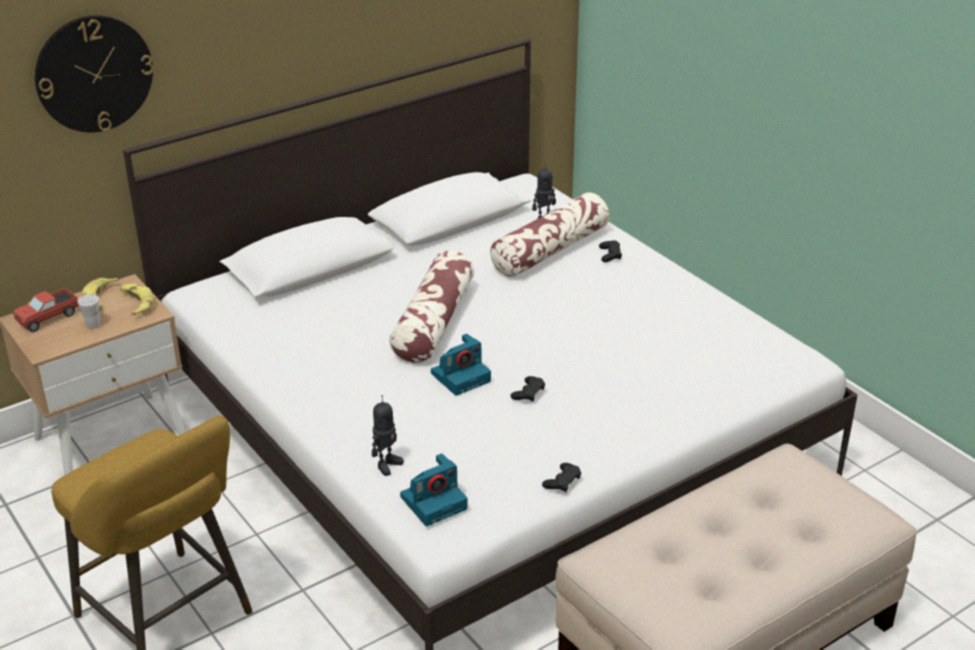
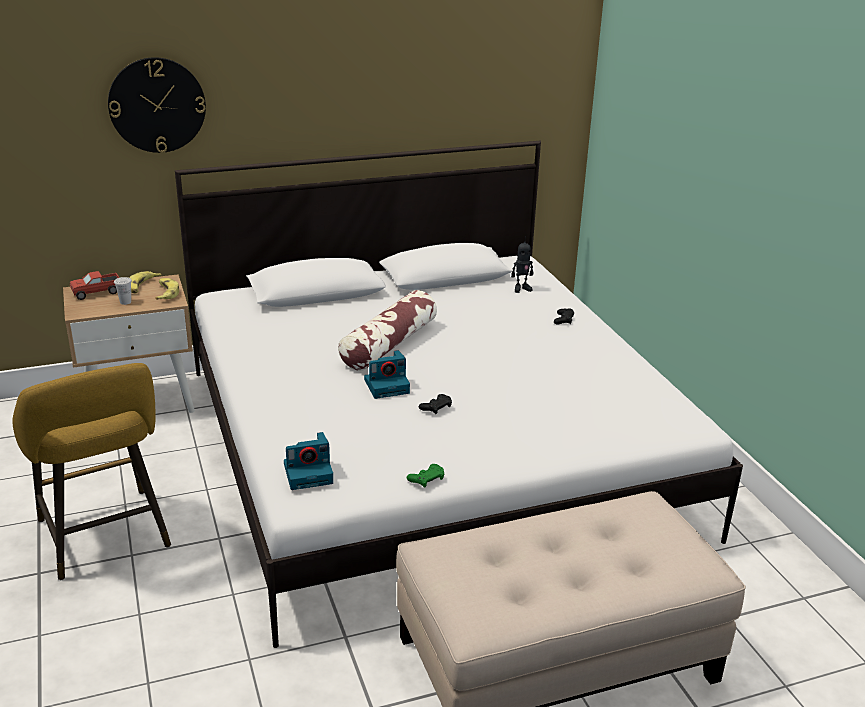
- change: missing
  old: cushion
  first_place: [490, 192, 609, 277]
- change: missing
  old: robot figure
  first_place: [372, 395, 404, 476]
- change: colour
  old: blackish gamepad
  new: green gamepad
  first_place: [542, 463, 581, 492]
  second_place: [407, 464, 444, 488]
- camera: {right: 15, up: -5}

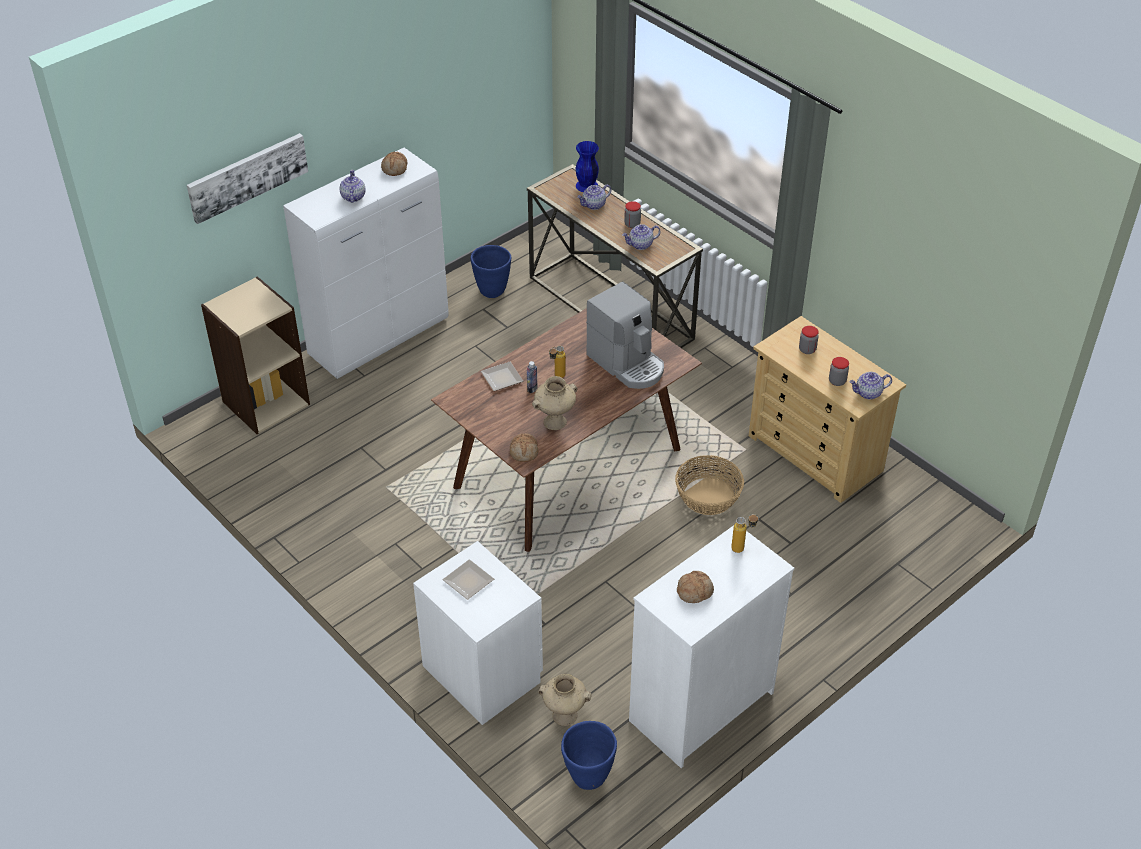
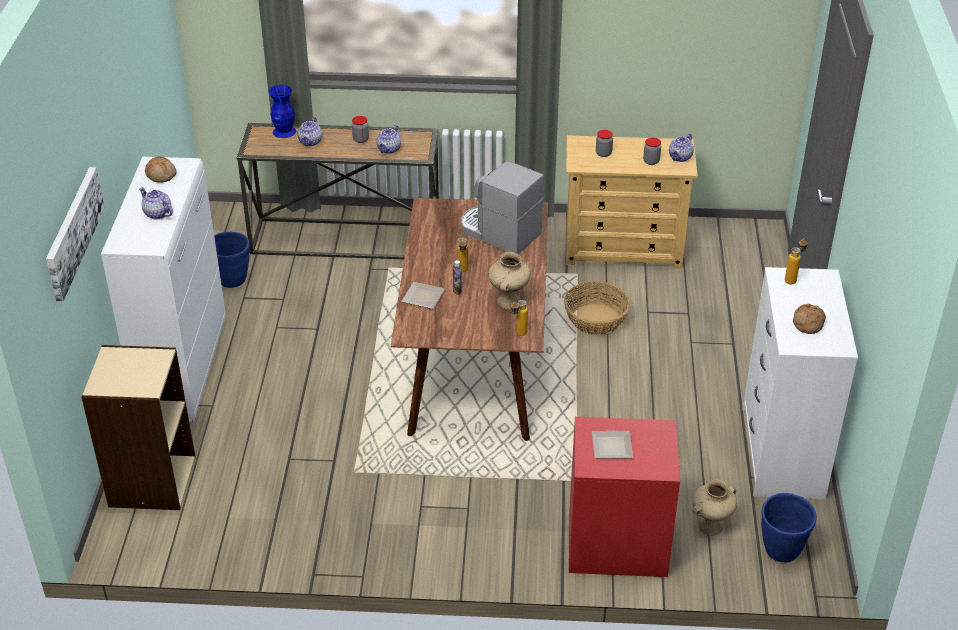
- change: spun
  old: coffee machine
  first_place: [586, 282, 664, 389]
  second_place: [461, 161, 544, 254]
  degrees: -150
- change: exchanged
  old: baked bread
  new: drink bottle
  first_place: [510, 433, 538, 462]
  second_place: [511, 300, 528, 336]
- change: colour
  old: white-coloured bedside table
  new: red-coloured bedside table
  first_place: [413, 541, 543, 725]
  second_place: [569, 417, 680, 577]
- camera: {right: -45, up: -5}

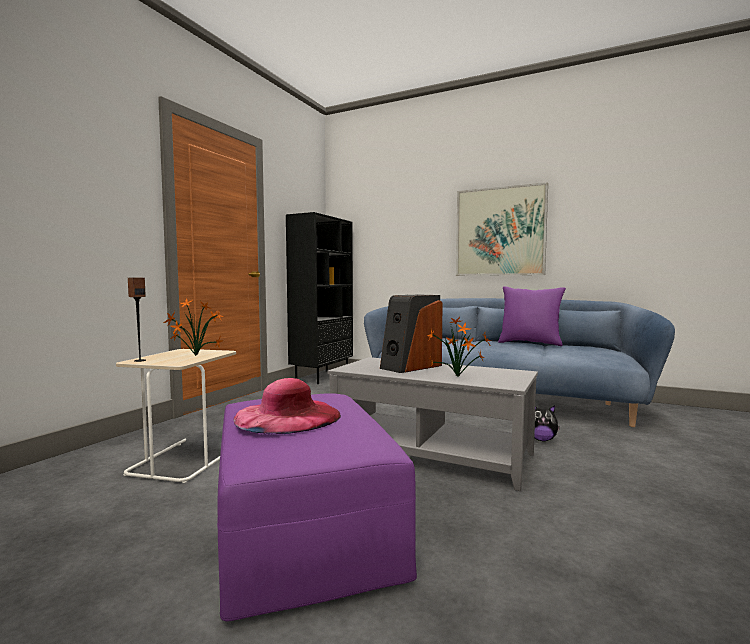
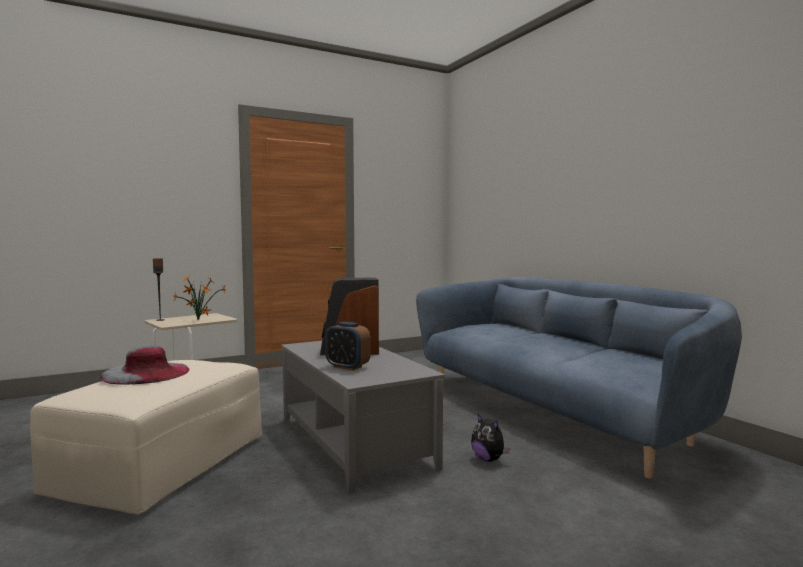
- change: missing
  old: picture
  first_place: [456, 182, 548, 276]
- change: missing
  old: blackish shelving unit
  first_place: [286, 212, 353, 384]
- change: missing
  old: purple cushion
  first_place: [498, 286, 566, 346]
- change: exchanged
  old: houseplant
  new: bedside clock
  first_place: [427, 317, 491, 376]
  second_place: [325, 322, 371, 370]
- change: colour
  old: pink hat
  new: gray hat
  first_place: [233, 378, 341, 434]
  second_place: [100, 344, 189, 384]
- change: colour
  old: purple ottoman
  new: sand-coloured ottoman
  first_place: [217, 393, 417, 621]
  second_place: [30, 360, 262, 514]
- camera: {right: 35, up: 0}

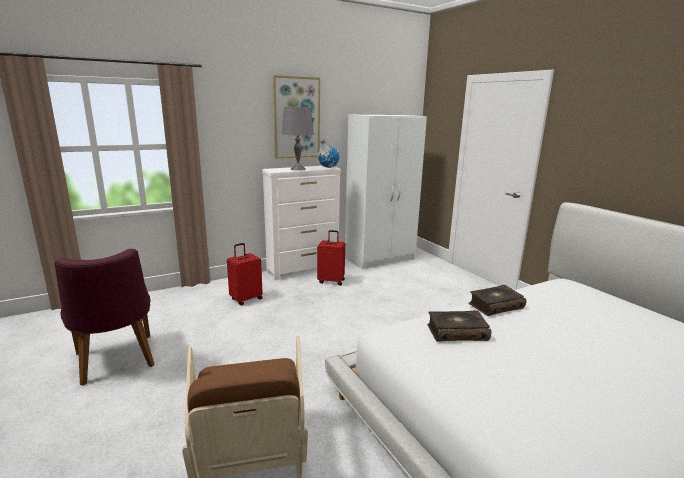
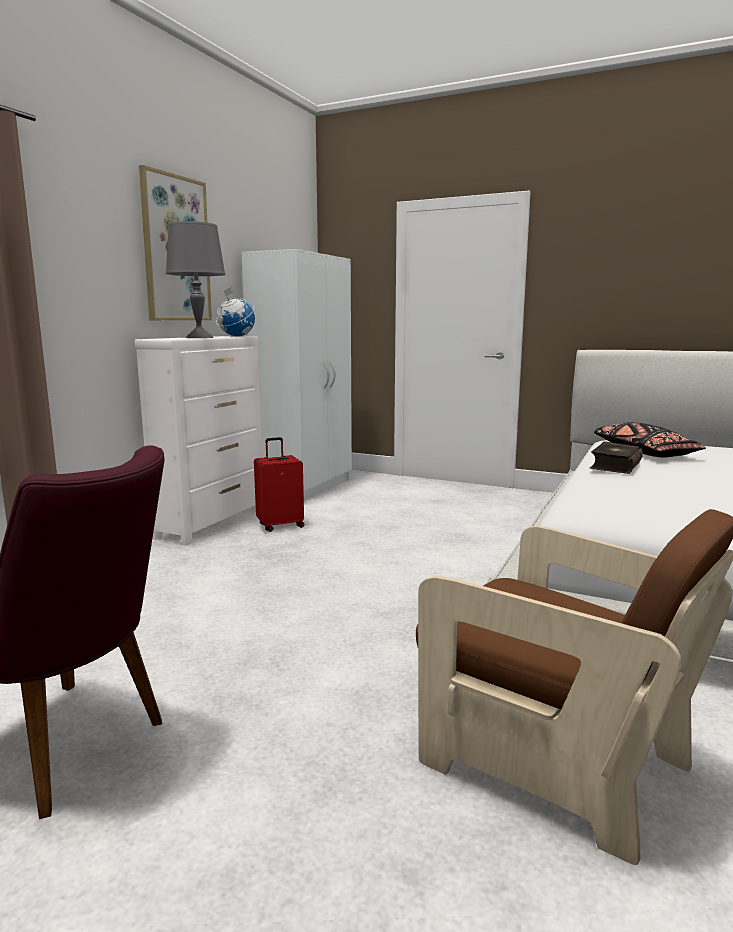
- change: missing
  old: red-coloured suitcase
  first_place: [227, 243, 263, 305]
- change: missing
  old: bound book
  first_place: [427, 310, 491, 342]
- change: appeared
  new: blackish cushion
  second_place: [594, 422, 706, 458]
- camera: {right: -35, up: -5}

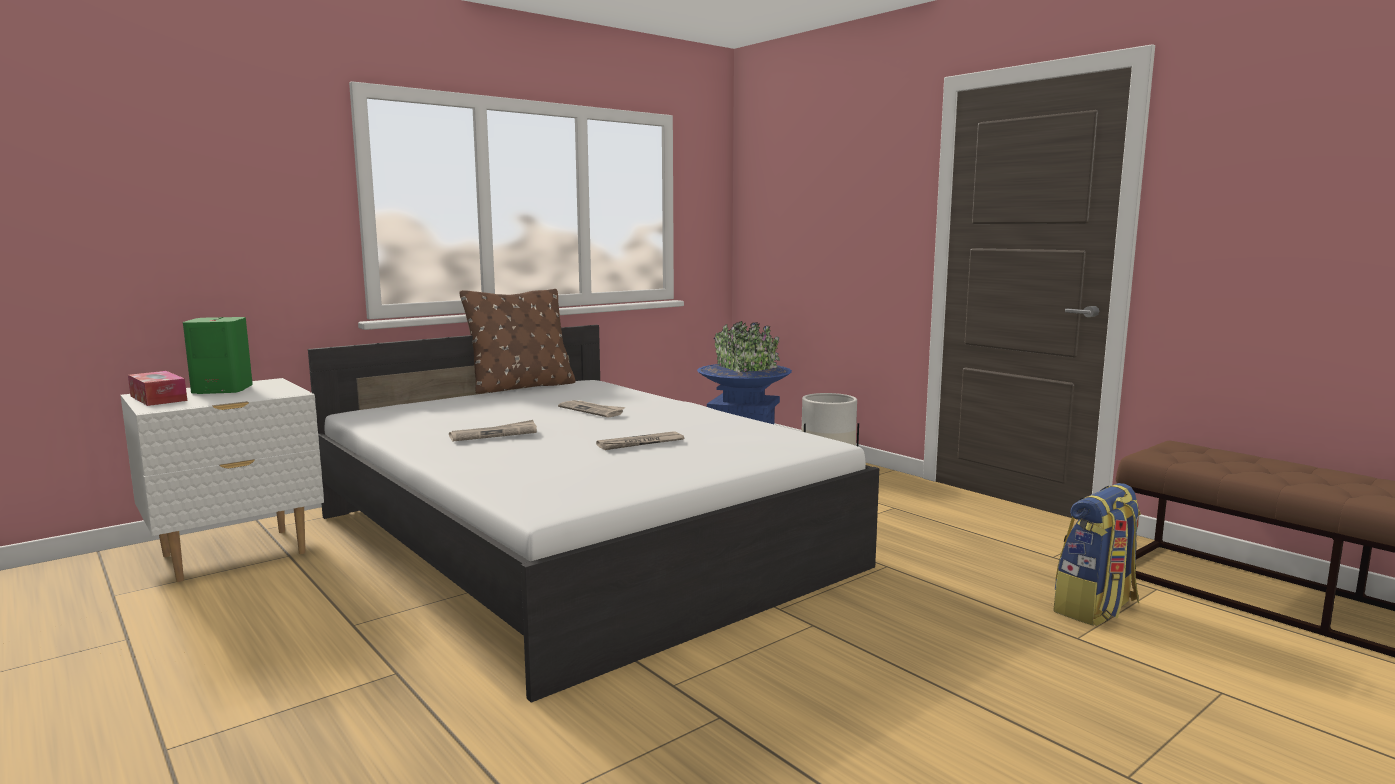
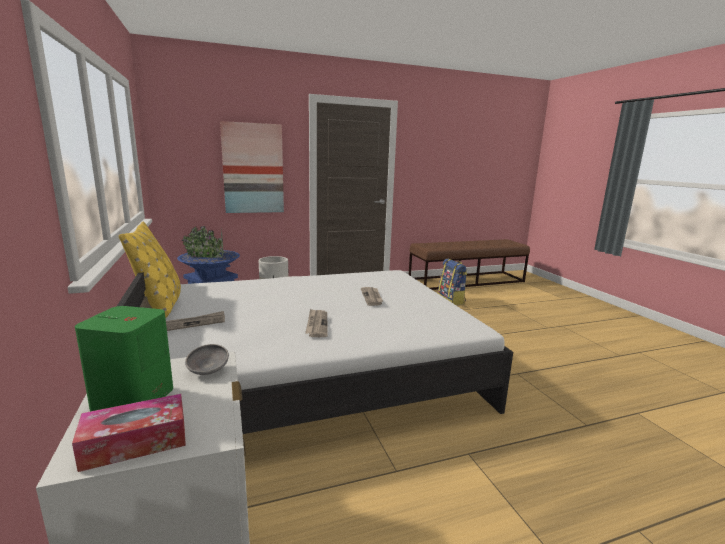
- change: colour
  old: brownish cushion
  new: yellow cushion
  first_place: [459, 289, 576, 394]
  second_place: [119, 222, 181, 318]
- change: relocated
  old: daily paper
  first_place: [558, 400, 626, 418]
  second_place: [166, 311, 225, 331]
- change: appeared
  new: picture
  second_place: [220, 121, 284, 213]
- change: appeared
  new: gray deep dish
  second_place: [185, 344, 229, 375]
- camera: {right: -70, up: 5}

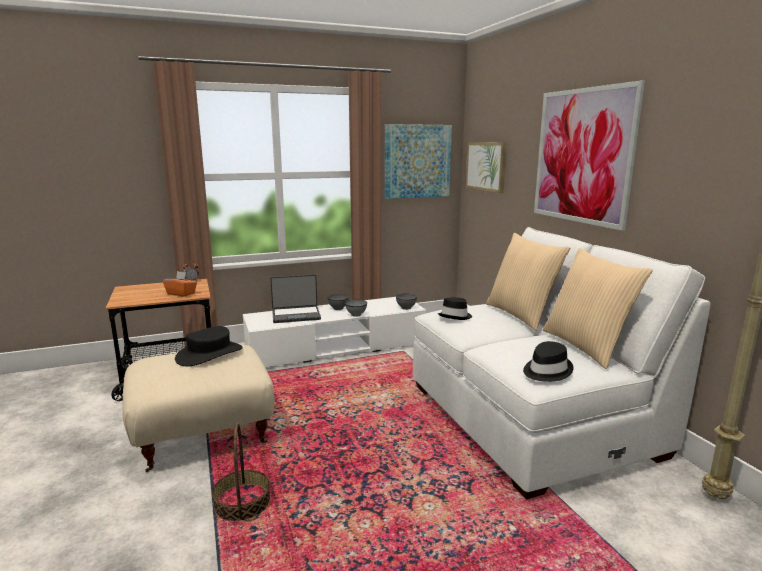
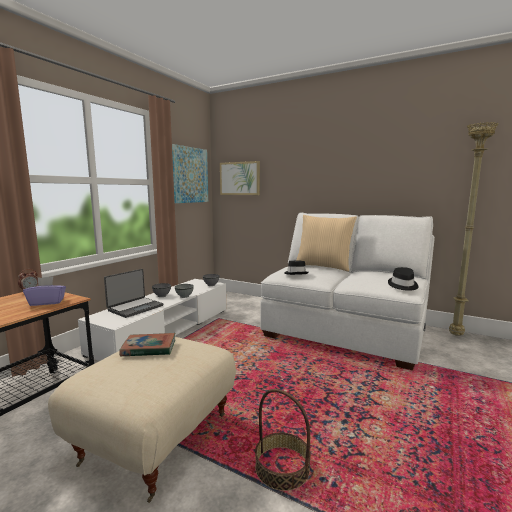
- change: missing
  old: picture
  first_place: [534, 80, 645, 231]
- change: missing
  old: sand-coloured cushion
  first_place: [542, 248, 653, 369]
- change: colour
  old: orange tissue box
  new: purple tissue box
  first_place: [163, 271, 197, 297]
  second_place: [23, 277, 66, 306]
- change: exchanged
  old: blackish hat
  new: bound book
  first_place: [175, 326, 243, 366]
  second_place: [119, 333, 176, 356]
- camera: {right: -40, up: -5}

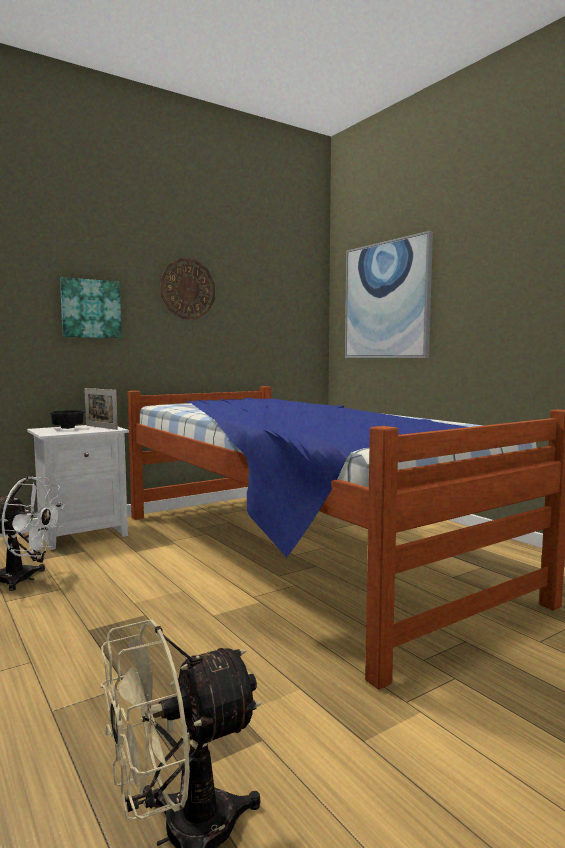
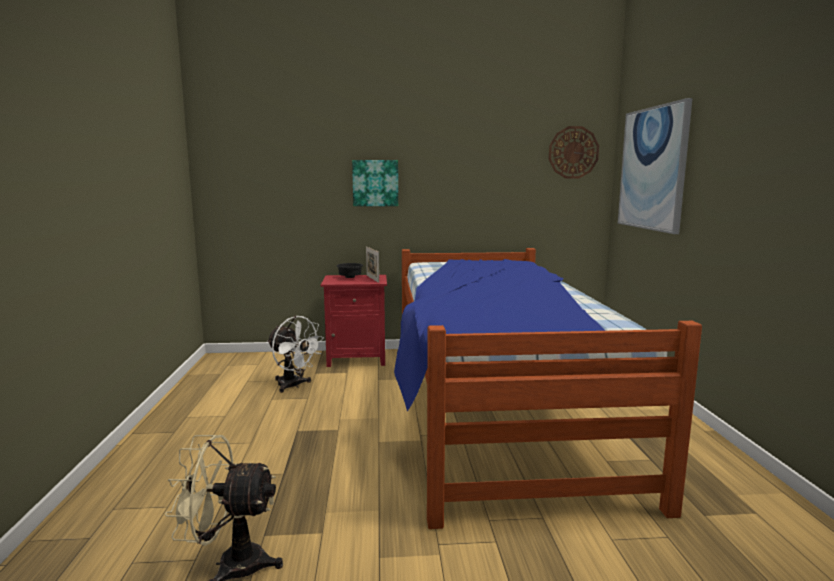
- change: relocated
  old: hanging clock
  first_place: [160, 258, 215, 319]
  second_place: [549, 126, 599, 179]
- change: colour
  old: white-coloured bedside table
  new: red-coloured bedside table
  first_place: [27, 425, 129, 550]
  second_place: [321, 275, 387, 367]
- camera: {right: 30, up: 5}

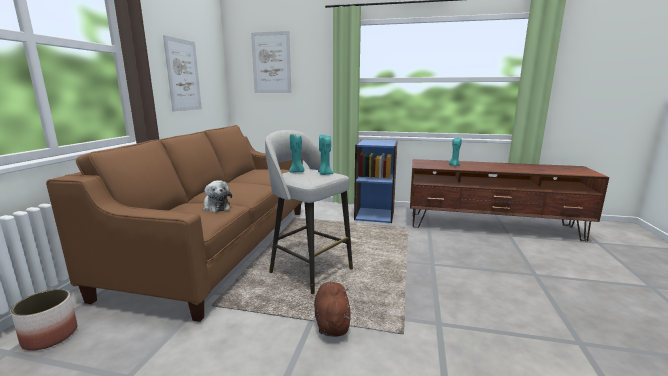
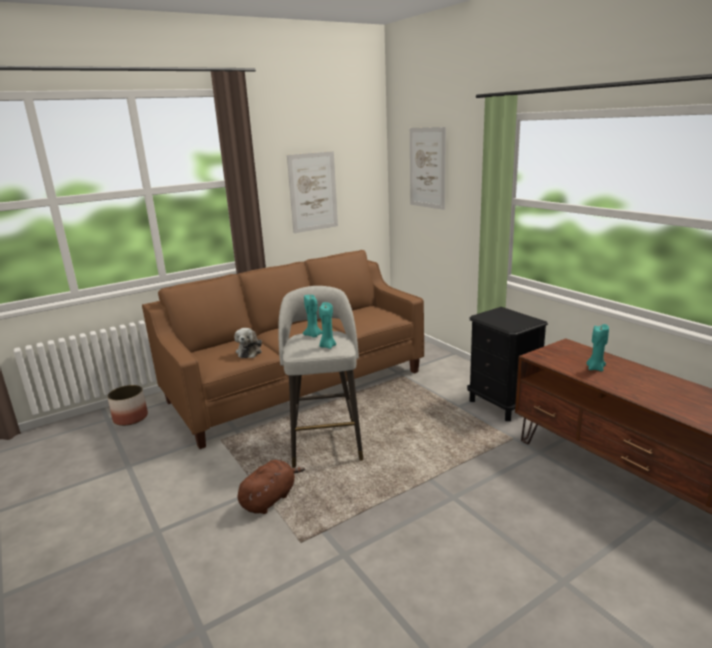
- change: exchanged
  old: blue-coloured shelving unit
  new: blackish bedside table
  first_place: [354, 140, 398, 223]
  second_place: [467, 307, 548, 421]
- camera: {right: 45, up: 5}

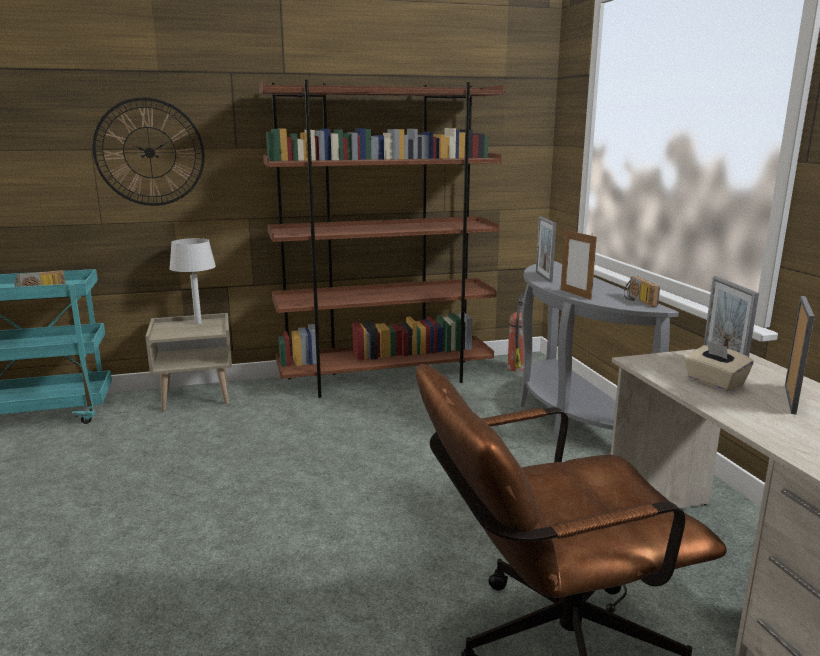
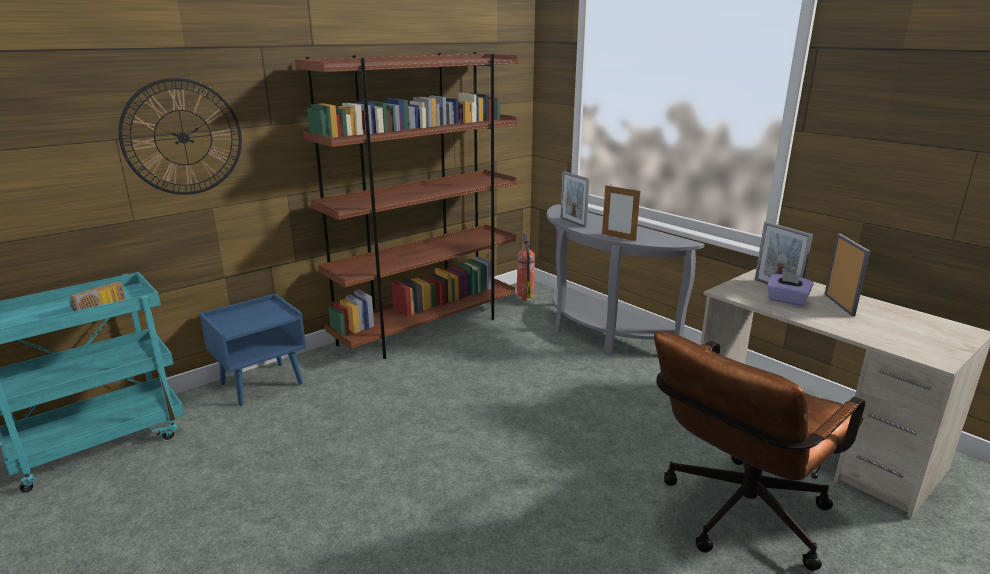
- change: missing
  old: gray table lamp
  first_place: [169, 238, 216, 324]
- change: missing
  old: radio
  first_place: [624, 276, 660, 307]
- change: colour
  old: sand-coloured bedside table
  new: blue-coloured bedside table
  first_place: [145, 313, 232, 411]
  second_place: [199, 293, 306, 406]
- change: colour
  old: sand-coloured tissue box
  new: purple tissue box
  first_place: [684, 340, 754, 391]
  second_place: [767, 272, 814, 306]
- camera: {right: -25, up: 5}

